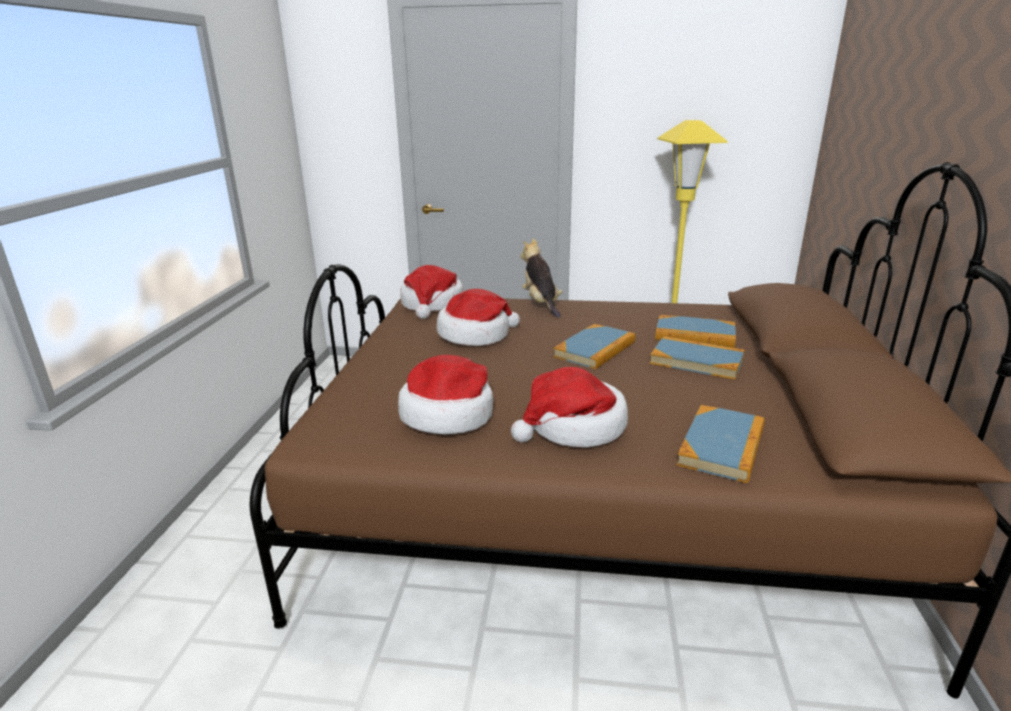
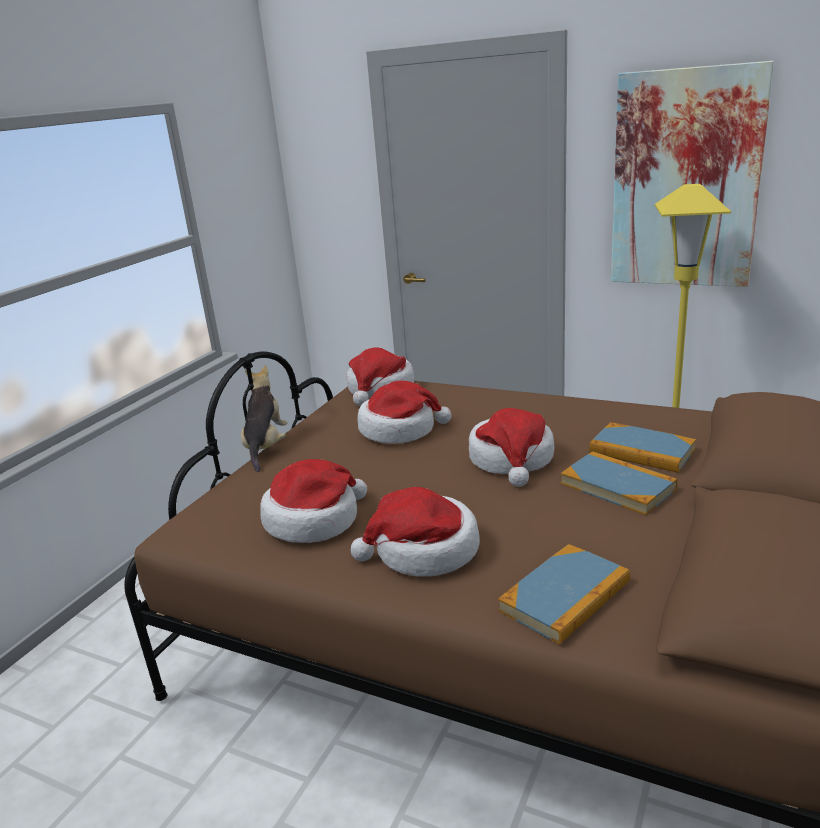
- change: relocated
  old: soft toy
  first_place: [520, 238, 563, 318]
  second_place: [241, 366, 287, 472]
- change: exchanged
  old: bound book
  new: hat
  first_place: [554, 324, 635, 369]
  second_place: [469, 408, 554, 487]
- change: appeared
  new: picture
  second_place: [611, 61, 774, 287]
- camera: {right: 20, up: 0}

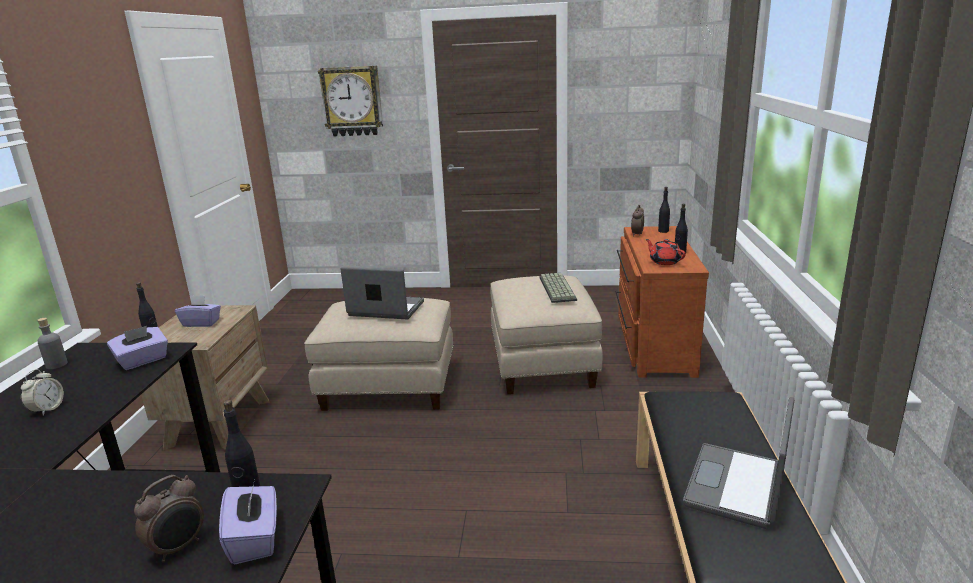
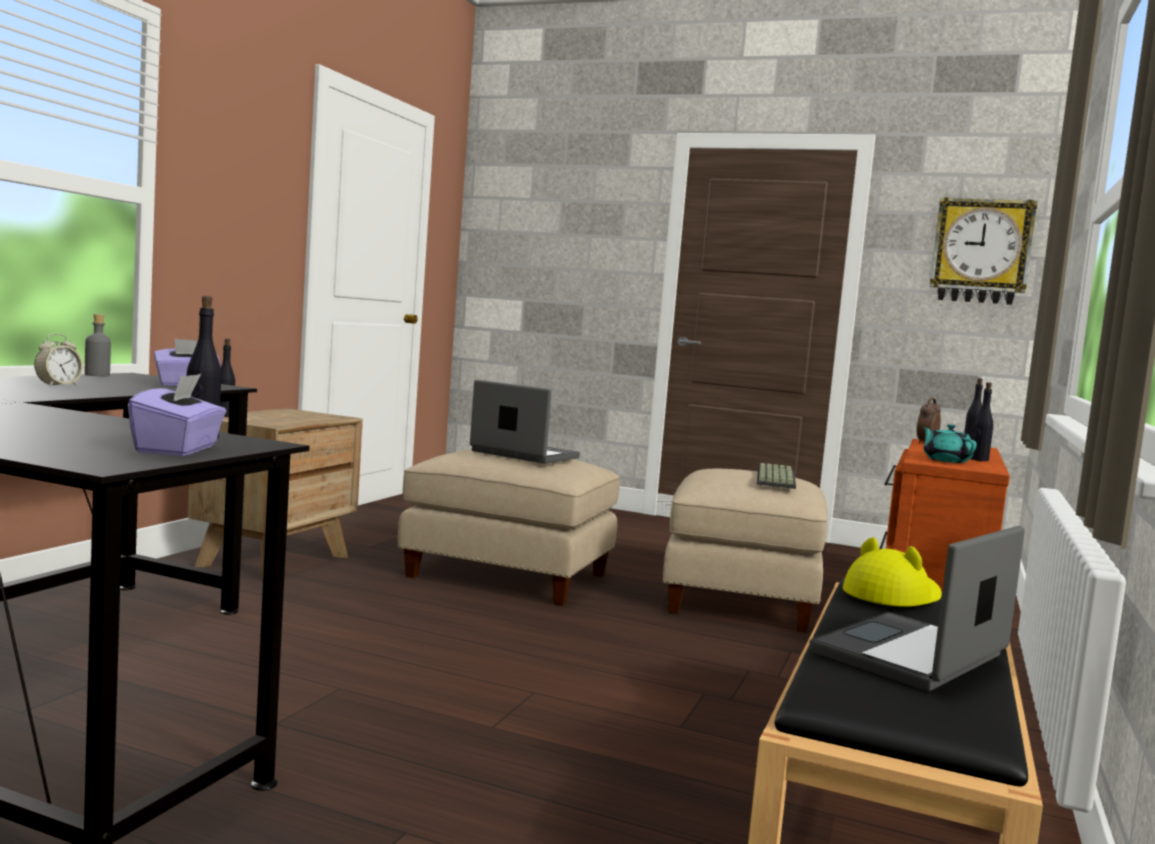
- change: relocated
  old: hanging clock
  first_place: [318, 66, 383, 136]
  second_place: [930, 197, 1037, 305]
- change: colour
  old: red-coloured pot for tea
  new: turquoise pot for tea
  first_place: [646, 239, 686, 265]
  second_place: [923, 424, 977, 463]
- change: missing
  old: purple tissue box
  first_place: [175, 295, 221, 327]
- change: missing
  old: bedside clock
  first_place: [134, 475, 204, 562]
- change: appeared
  new: yellow hat
  second_place: [843, 537, 942, 607]
- camera: {right: 15, up: -15}

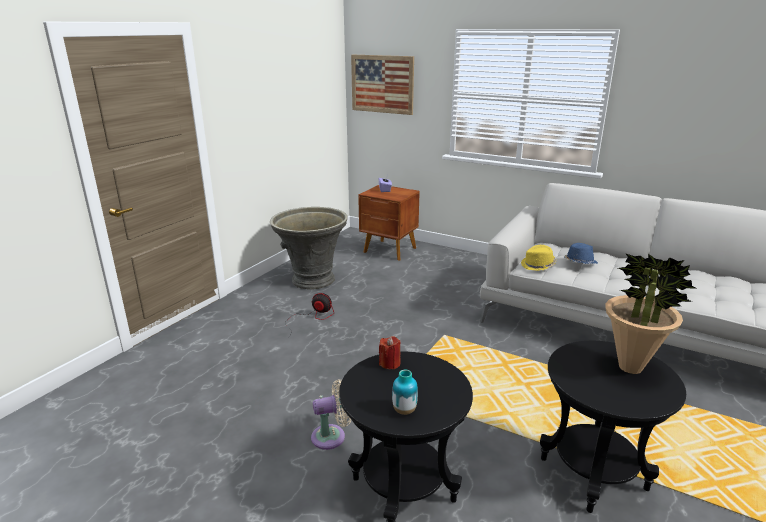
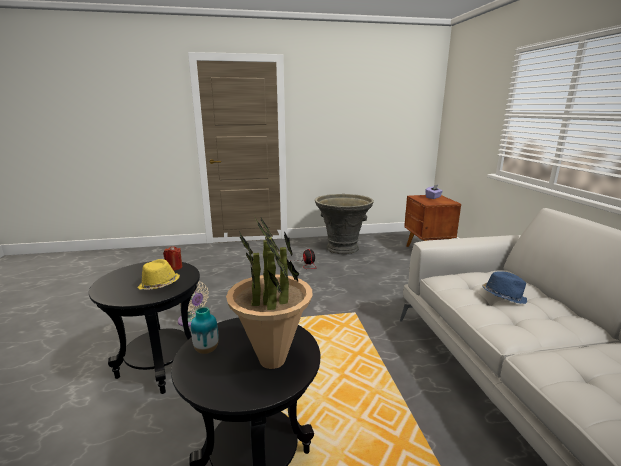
- change: missing
  old: picture
  first_place: [351, 55, 414, 115]
- change: relocated
  old: yellow hat
  first_place: [521, 245, 557, 271]
  second_place: [137, 259, 180, 290]
- change: relocated
  old: flower vase
  first_place: [392, 370, 418, 415]
  second_place: [191, 307, 219, 354]
- camera: {right: 50, up: -5}

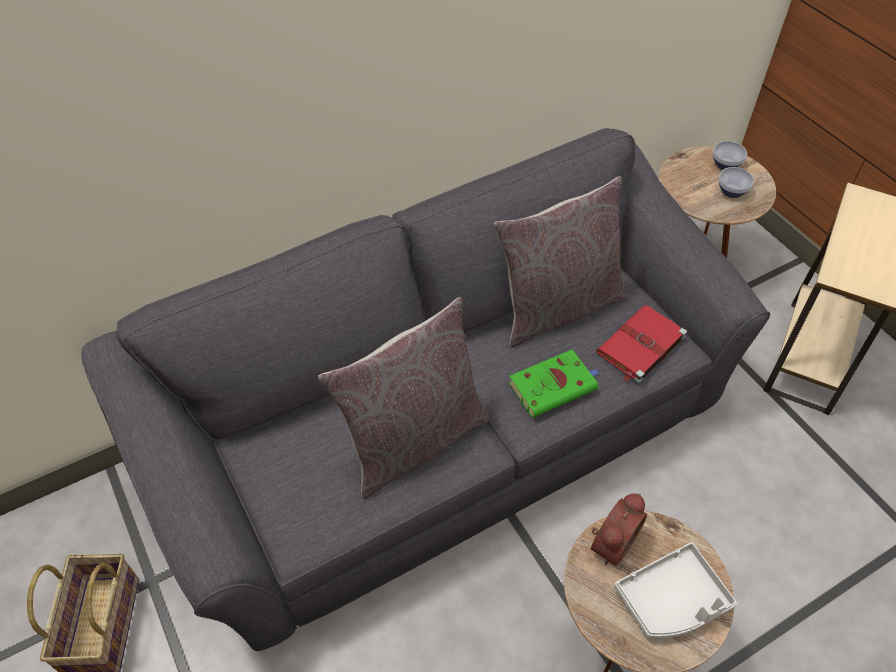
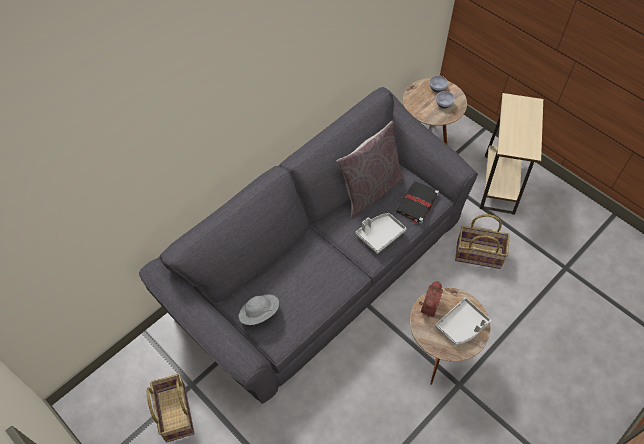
- change: missing
  old: gray cushion
  first_place: [318, 297, 490, 499]
- change: colour
  old: red-coloured bound book
  new: blackish bound book
  first_place: [597, 305, 687, 383]
  second_place: [396, 181, 439, 225]
- change: exchanged
  old: green bound book
  new: gray serving tray
  first_place: [509, 350, 600, 418]
  second_place: [355, 213, 407, 254]
- change: appeared
  new: storage basket
  second_place: [455, 214, 510, 269]
- change: appeared
  new: gray hat
  second_place: [239, 295, 279, 325]
- camera: {right: -15, up: 5}

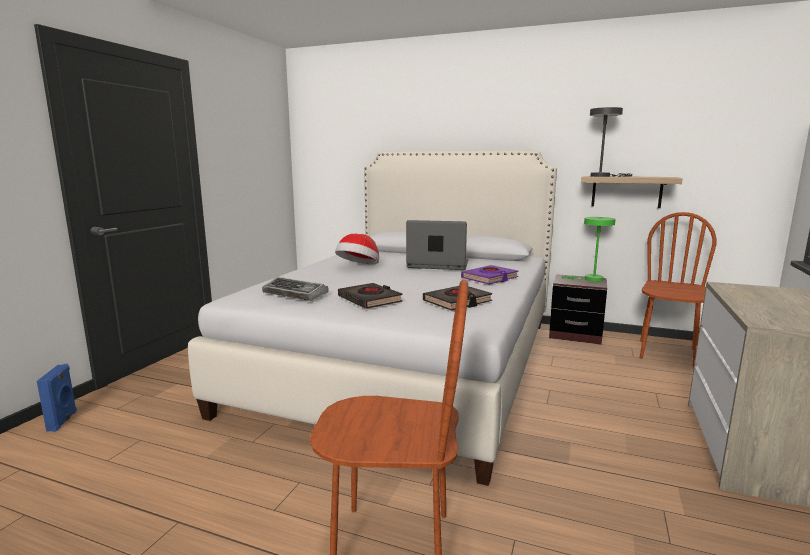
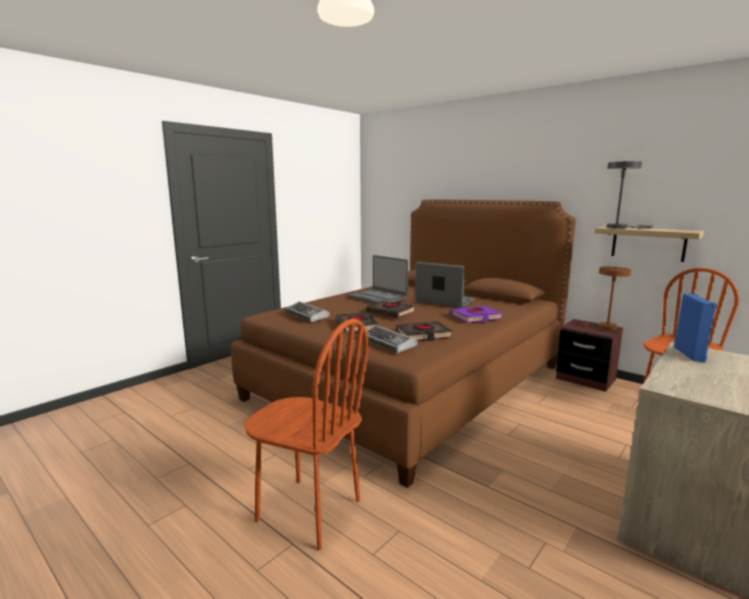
- change: colour
  old: white-coloured bedroom bed
  new: brownish bedroom bed
  first_place: [188, 151, 557, 486]
  second_place: [231, 200, 576, 488]
- change: colour
  old: green table lamp
  new: brownish table lamp
  first_place: [562, 217, 615, 282]
  second_place: [575, 266, 631, 330]
- change: exchanged
  old: hat
  new: portable computer
  first_place: [335, 234, 379, 264]
  second_place: [348, 255, 408, 304]
- change: relocated
  old: blue-coloured speaker
  first_place: [37, 364, 77, 432]
  second_place: [674, 293, 717, 363]
- change: appeared
  new: blackish bound book
  second_place: [366, 301, 415, 318]
- change: appeared
  new: PC keyboard
  second_place: [362, 325, 417, 353]
- camera: {right: 20, up: 0}

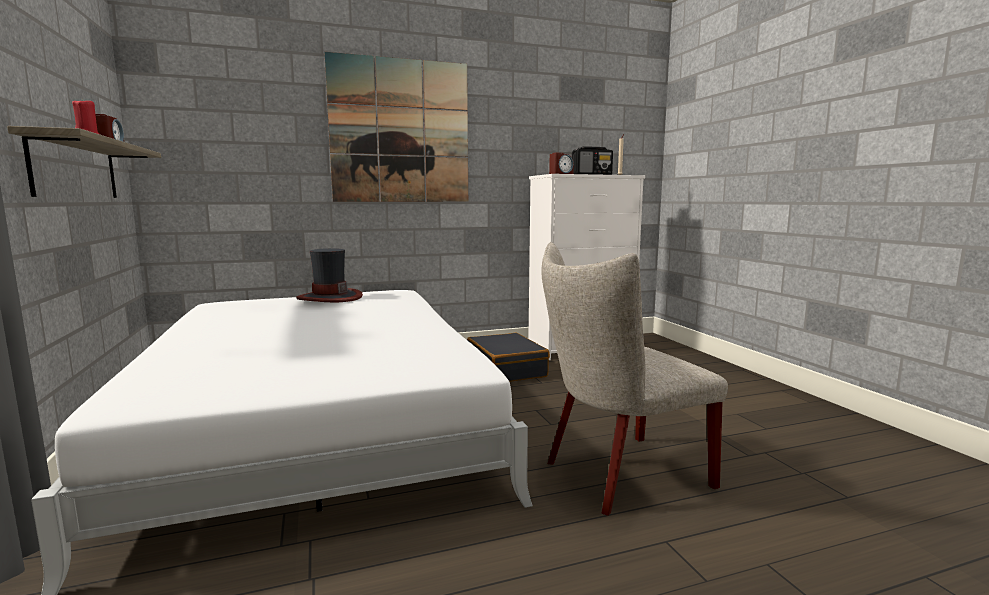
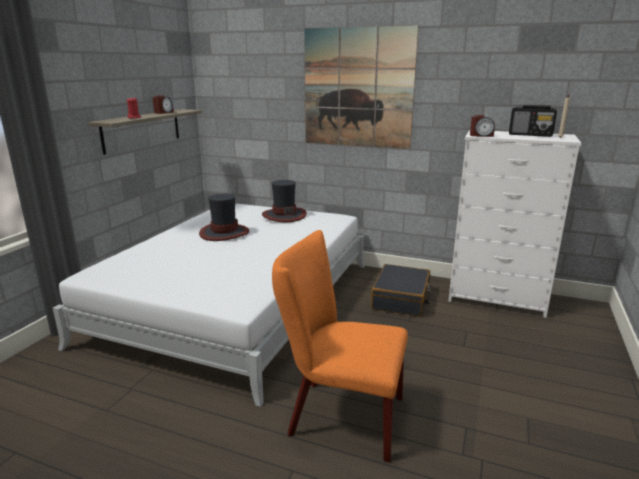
- change: colour
  old: sand-coloured plain chair
  new: orange plain chair
  first_place: [542, 242, 728, 516]
  second_place: [272, 230, 408, 462]
- change: appeared
  new: hat
  second_place: [199, 194, 249, 241]
- camera: {right: 40, up: 10}

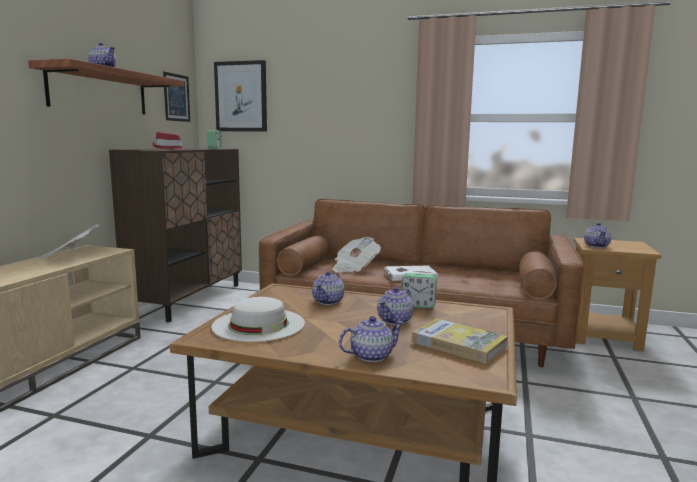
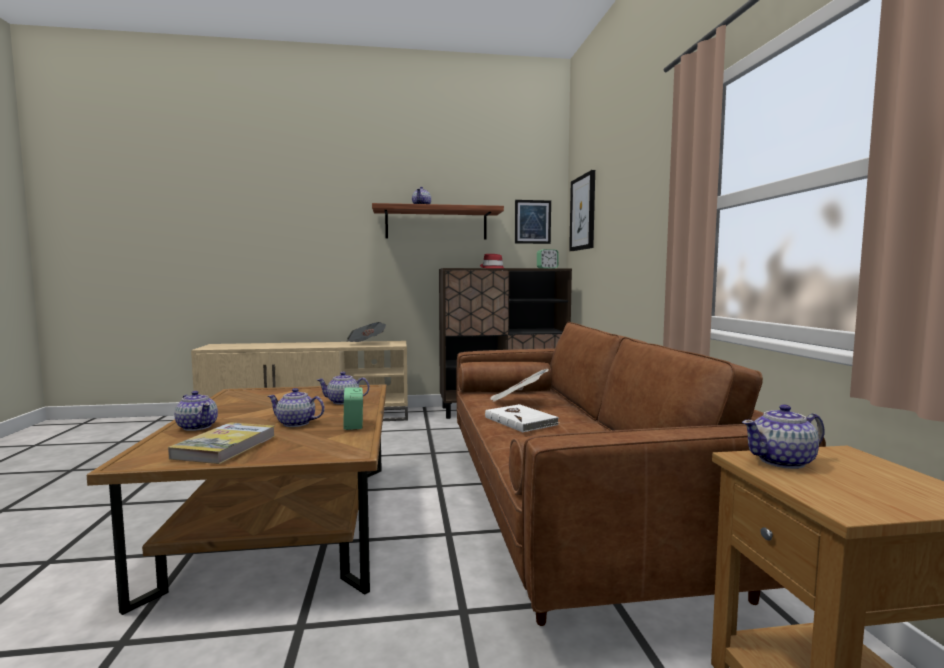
- change: missing
  old: white-coloured hat
  first_place: [211, 297, 305, 342]
- camera: {right: 65, up: -5}

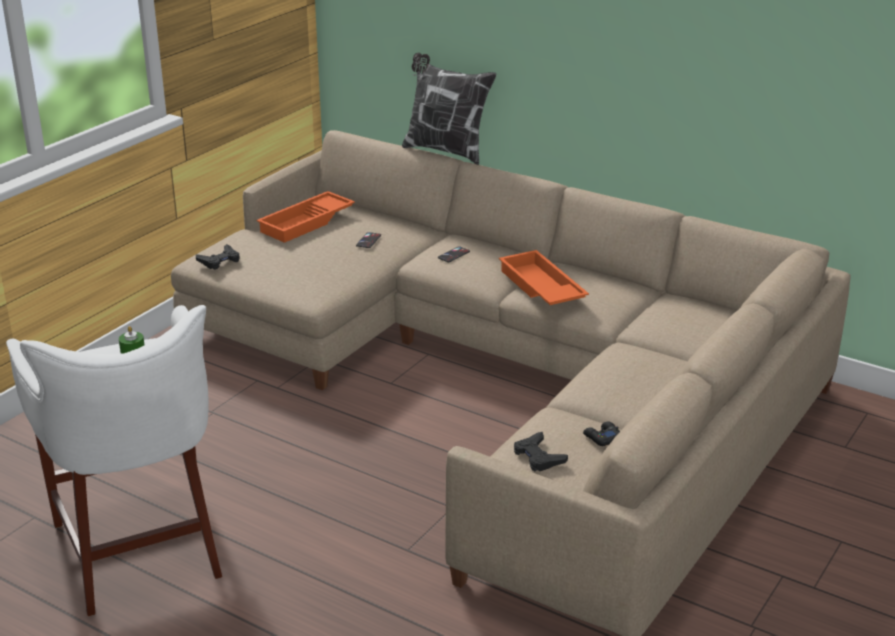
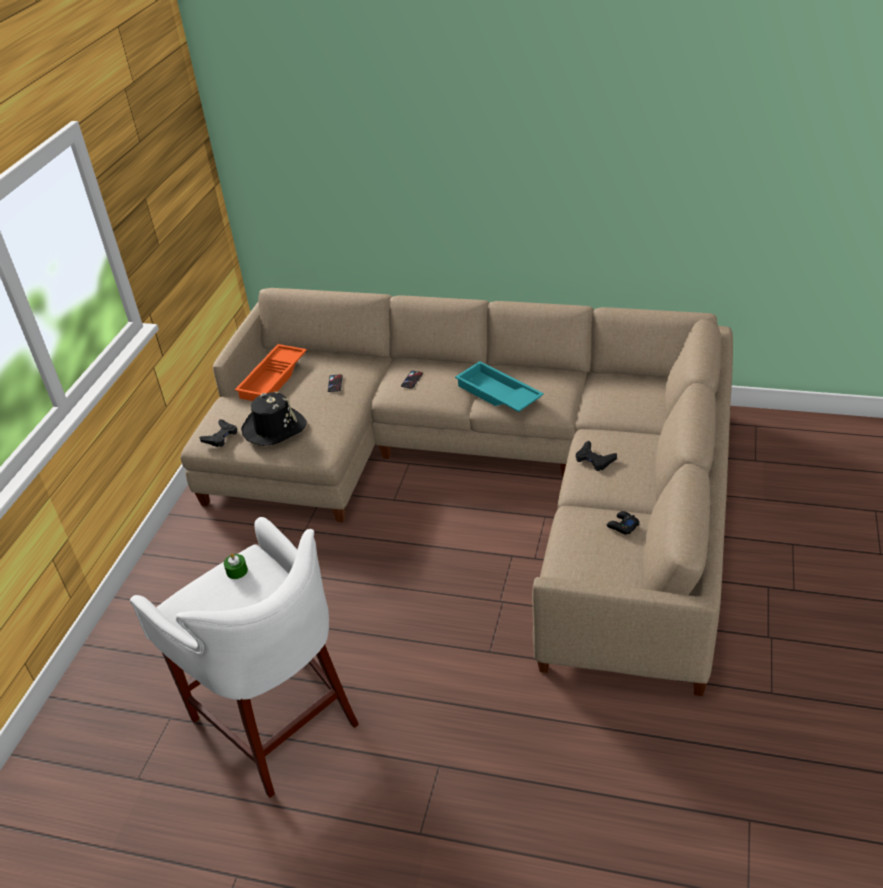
- change: missing
  old: cushion
  first_place: [402, 53, 496, 165]
- change: colour
  old: orange serving tray
  new: turquoise serving tray
  first_place: [499, 250, 589, 305]
  second_place: [455, 361, 544, 412]
- change: relocated
  old: blackish gamepad
  first_place: [514, 432, 568, 471]
  second_place: [576, 441, 617, 471]
- change: appeared
  new: blackish hat
  second_place: [241, 391, 307, 446]
- camera: {right: -15, up: 10}

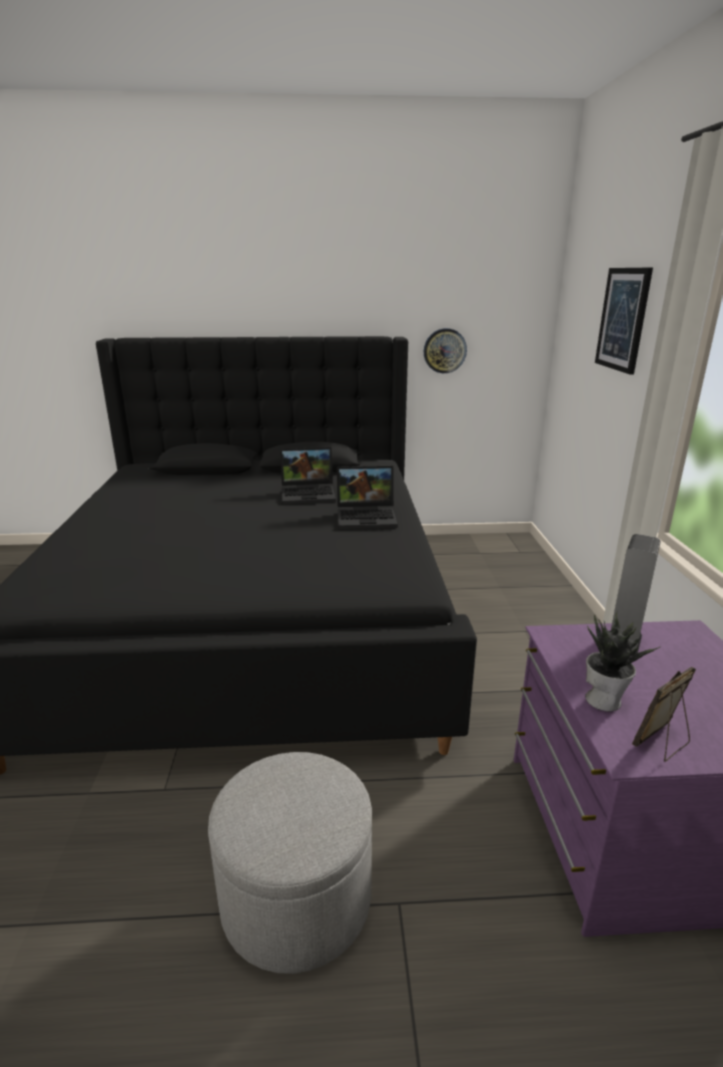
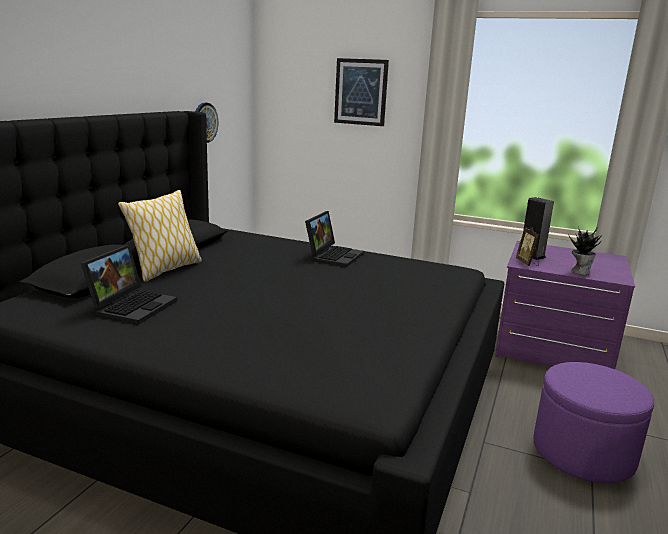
- change: relocated
  old: portable computer
  first_place: [280, 447, 336, 505]
  second_place: [81, 245, 177, 325]
- change: relocated
  old: picture frame
  first_place: [632, 666, 696, 762]
  second_place: [516, 227, 539, 266]
- change: colour
  old: gray ottoman
  new: purple ottoman
  first_place: [208, 752, 372, 974]
  second_place: [533, 362, 654, 483]
- change: appeared
  new: cushion
  second_place: [118, 190, 202, 282]
- camera: {right: -65, up: -5}

